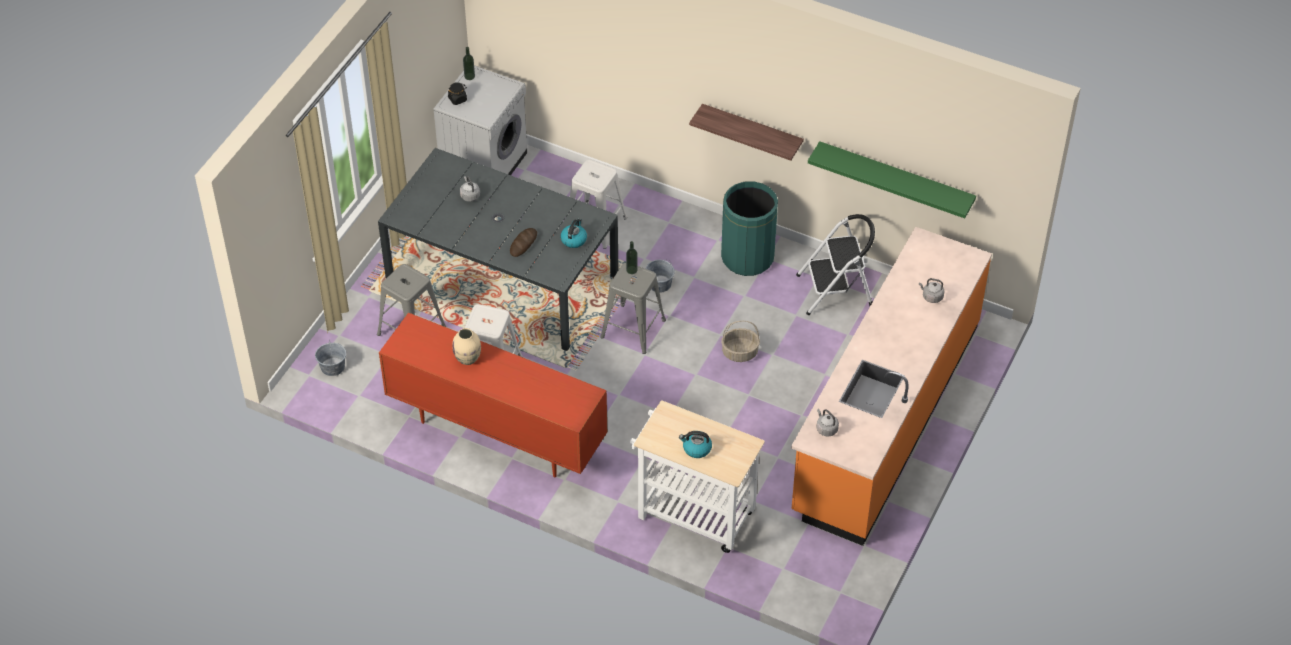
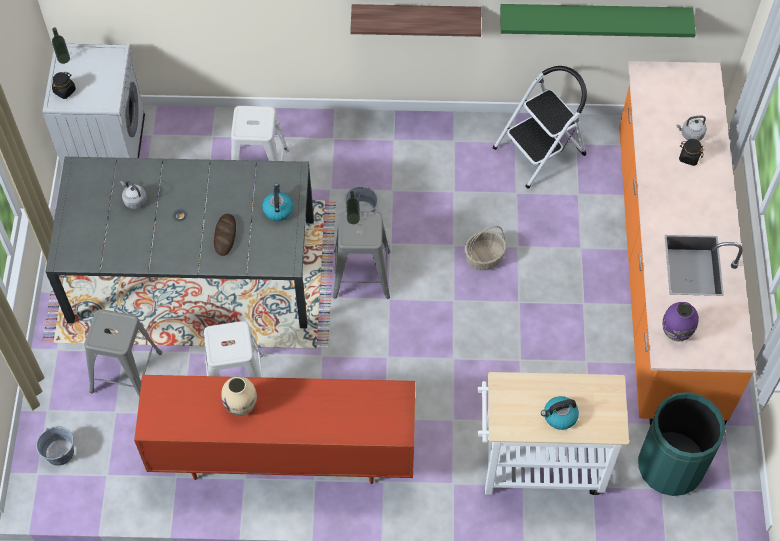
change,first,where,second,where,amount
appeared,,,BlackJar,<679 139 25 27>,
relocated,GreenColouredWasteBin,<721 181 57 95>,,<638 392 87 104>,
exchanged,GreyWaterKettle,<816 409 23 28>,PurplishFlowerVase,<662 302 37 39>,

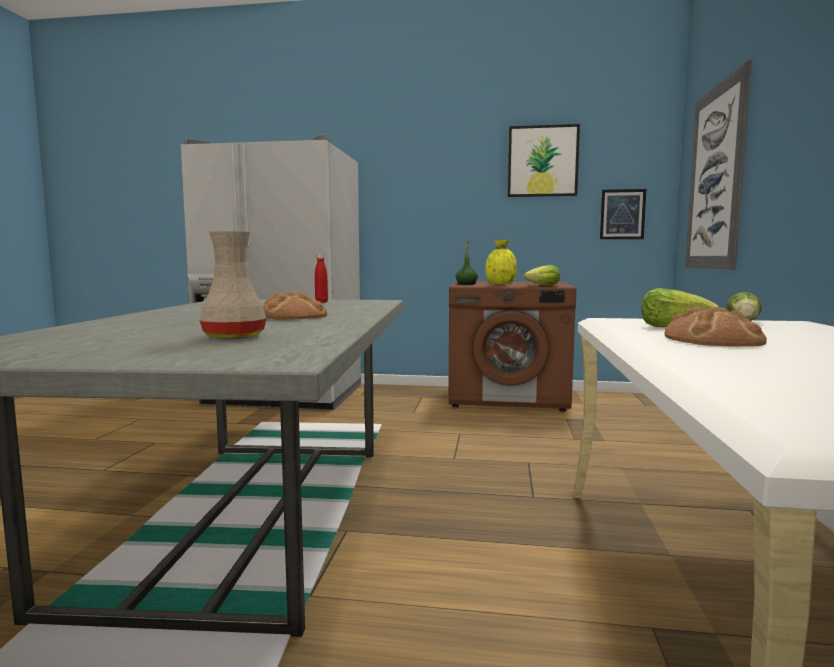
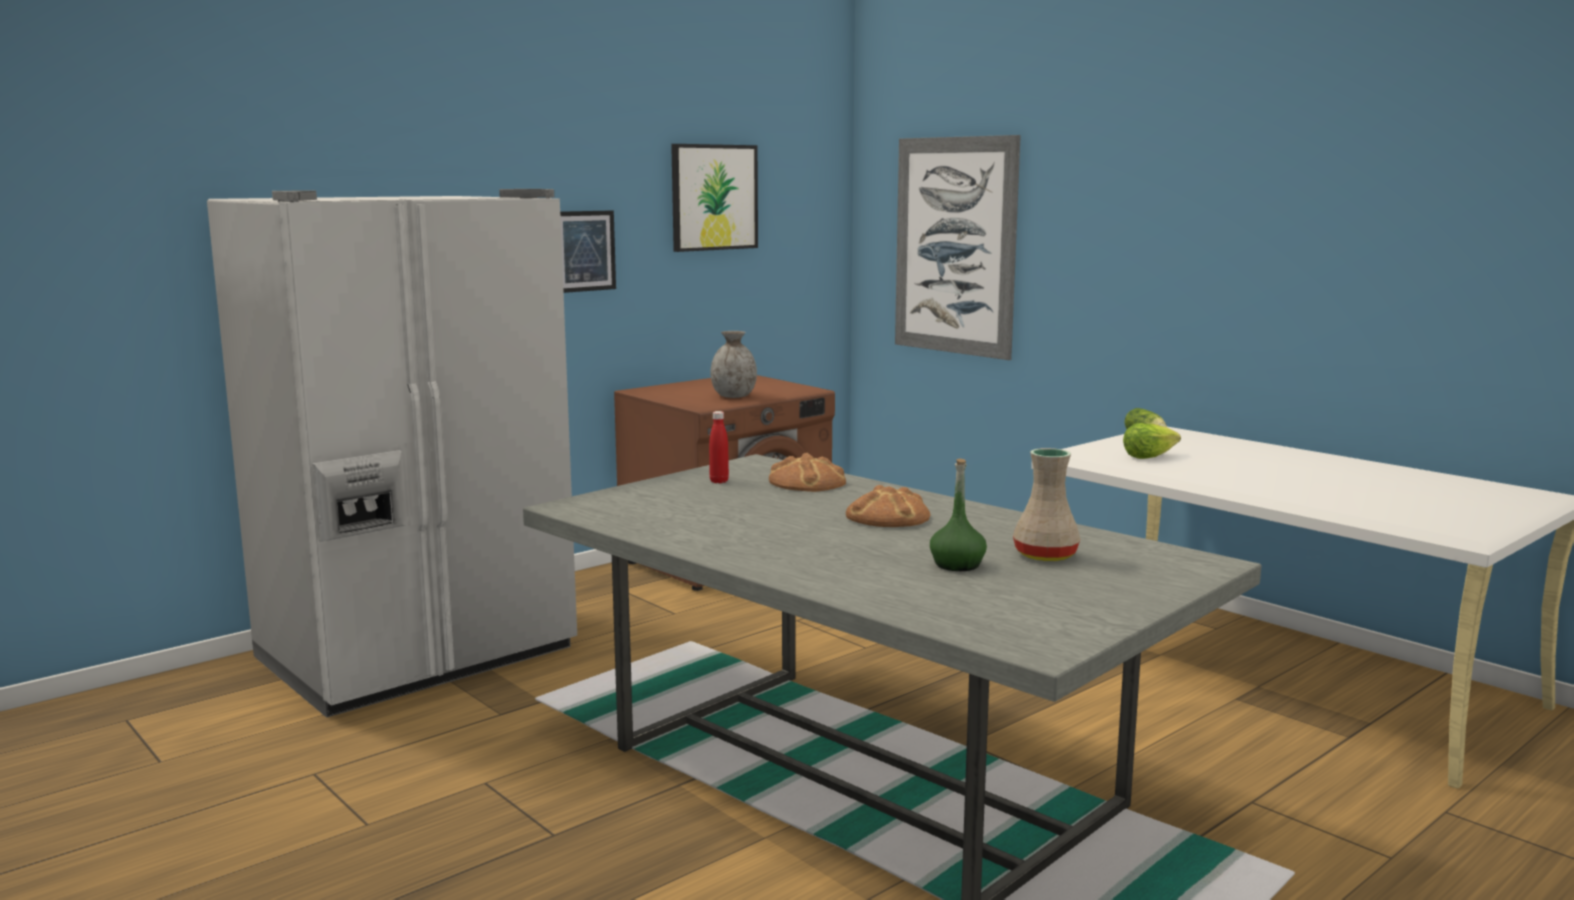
change,first,where,second,where,amount
missing,LettuceHead,<524 265 36 21>,,,
relocated,GreenColouredBottle,<456 241 22 44>,,<930 459 57 112>,
relocated,WallPicture,<600 189 46 50>,,<560 210 56 83>,
relocated,Bread,<664 306 103 41>,,<769 453 77 39>,
colour,YellowColouredFlowerVase,<485 240 32 45>,GreyFlowerVase,<710 331 47 67>,

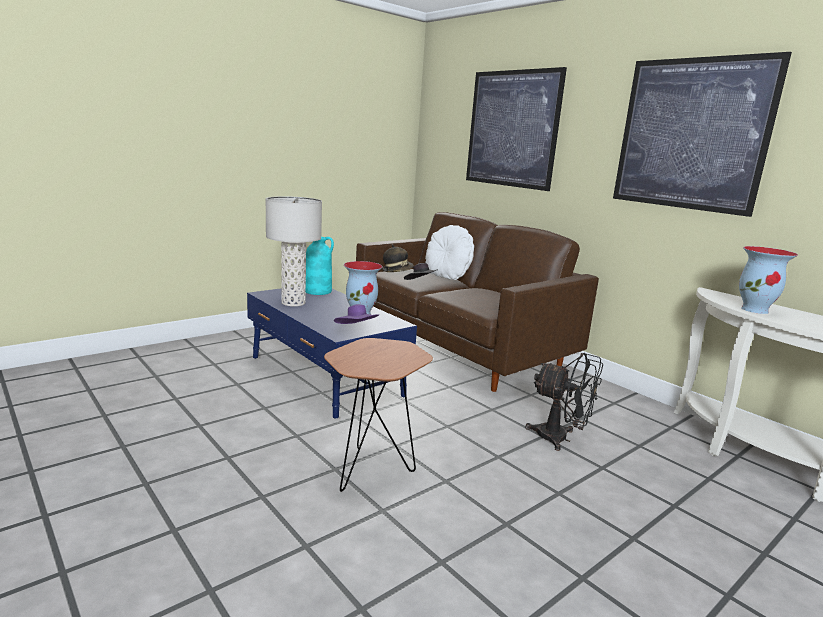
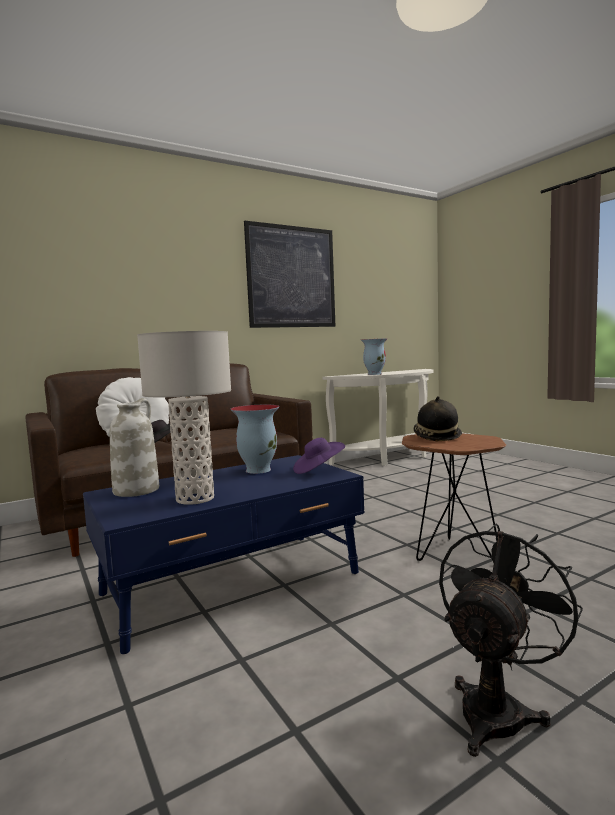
change,first,where,second,where,amount
missing,WallPicture,<466 67 101 124>,,,
relocated,ClothingHat,<383 244 31 28>,,<414 396 48 46>,
relocated,BlackCoolingFan,<525 353 78 98>,,<439 524 144 233>,
colour,TurquoiseColouredFlowerVase,<306 237 28 58>,WhiteColouredFlowerVase,<110 398 49 99>,

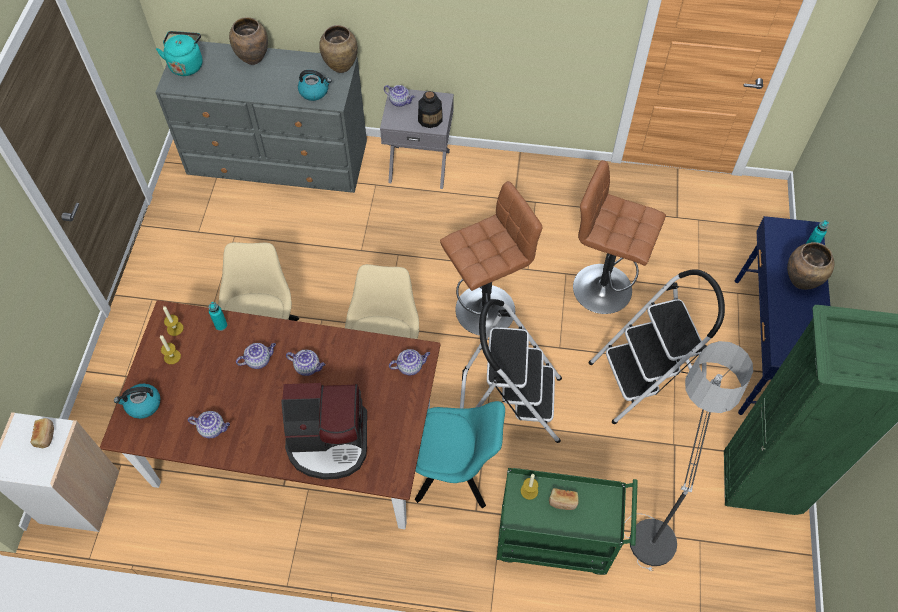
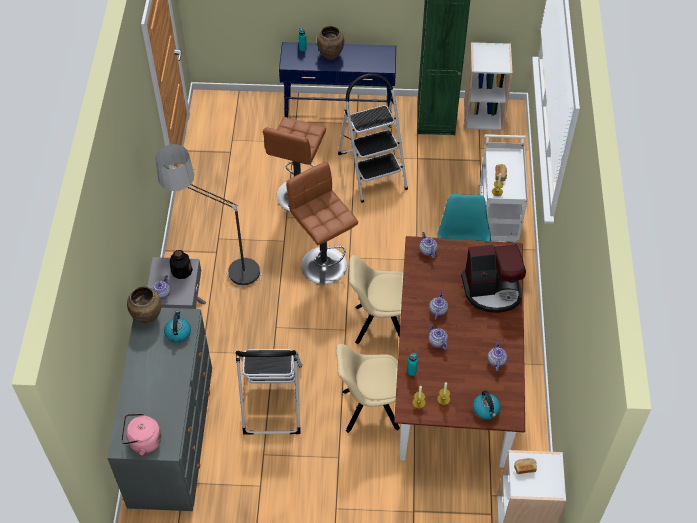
change,first,where,second,where,amount
missing,BrownColouredFlowerVase,<229 17 39 48>,,,
appeared,,,Bookshelf,<464 42 49 88>,
relocated,StepStool,<460 299 102 144>,,<236 349 66 86>,
relocated,StandardLamp,<624 341 129 230>,,<155 144 108 146>,
colour,TurquoiseColouredWaterKettle,<156 31 46 45>,PinkColouredWaterKettle,<121 413 41 42>,
colour,GreenColouredWheeledCart,<496 468 142 107>,WhiteColouredWheeledCart,<479 134 49 109>,
spun,CoffeeBrewer,<281 383 86 97>,,<461 244 65 69>,90 degrees clockwise

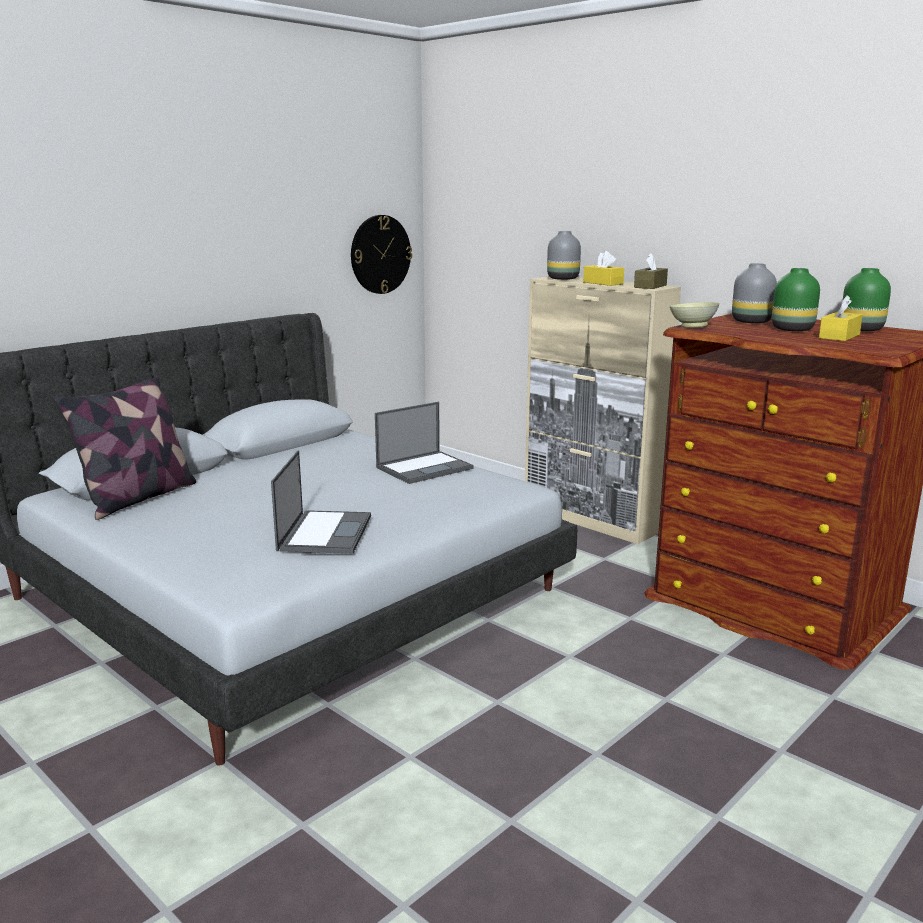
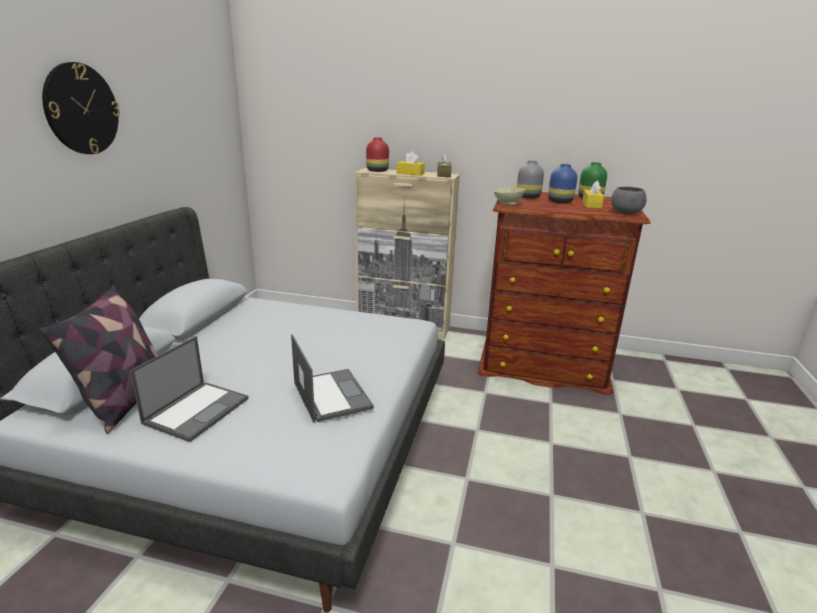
change,first,where,second,where,amount
appeared,,,GreyDeepDish,<611 187 36 27>,
relocated,ClockOnTheWall,<351 215 61 79>,,<42 62 78 92>,
relocated,PortableComputer,<375 402 98 82>,,<130 336 119 106>,
colour,GreyFlowerVase,<547 231 34 49>,RedFlowerVase,<366 137 23 35>,
colour,GreenColouredFlowerVase,<772 268 48 63>,BluishFlowerVase,<548 164 29 39>,

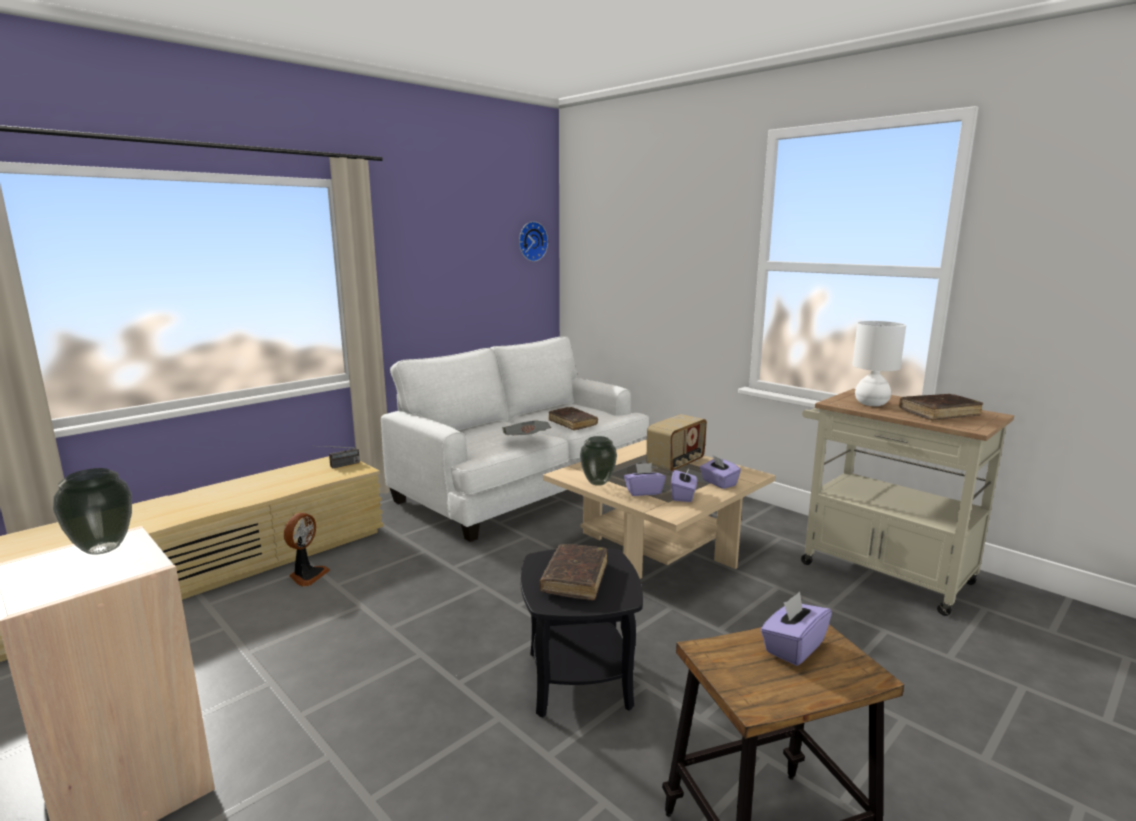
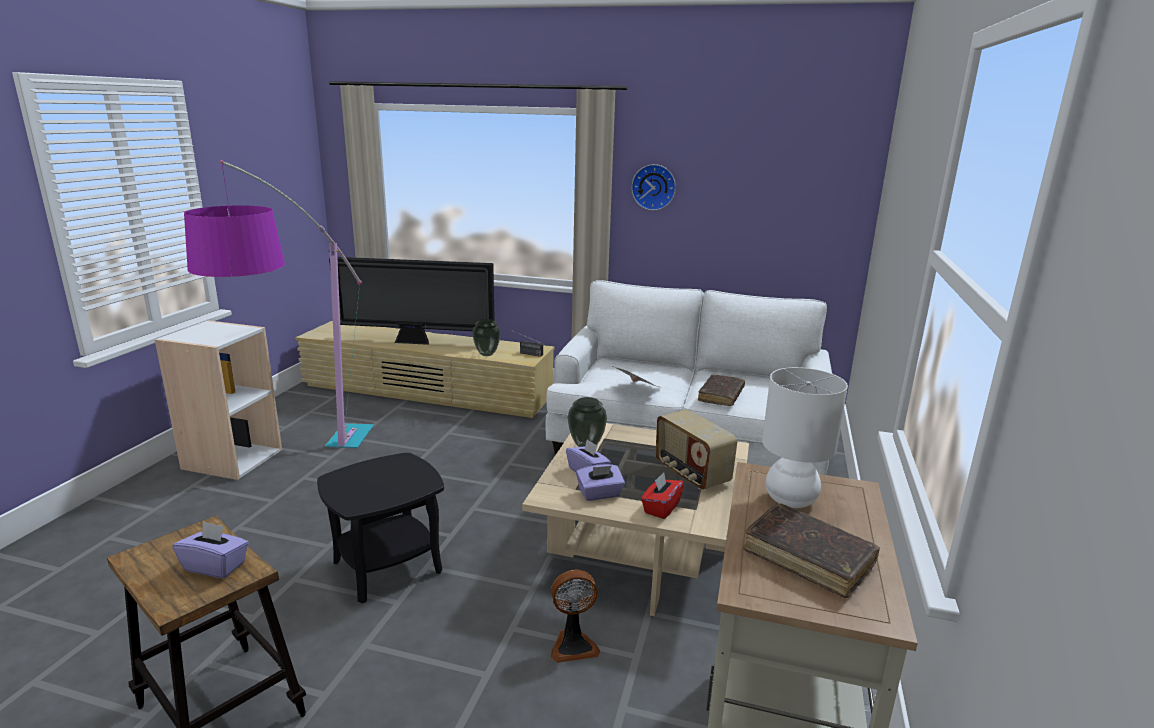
change,first,where,second,where,amount
missing,BrownColouredVolume,<540 544 67 56>,,,
appeared,,,StandardLamp,<184 160 190 288>,
appeared,,,TvSet,<329 257 166 88>,
relocated,FlowerVase,<53 468 79 87>,,<472 319 29 37>,
relocated,CoolingFan,<284 513 46 74>,,<551 570 49 93>,
relocated,ClockOnTheWall,<519 221 29 41>,,<631 164 45 46>,
colour,PurplishTissueBox,<700 455 41 34>,RedTissueBox,<641 472 43 47>,
spun,RadioReceiver,<646 414 61 58>,,<655 409 82 81>,45 degrees clockwise

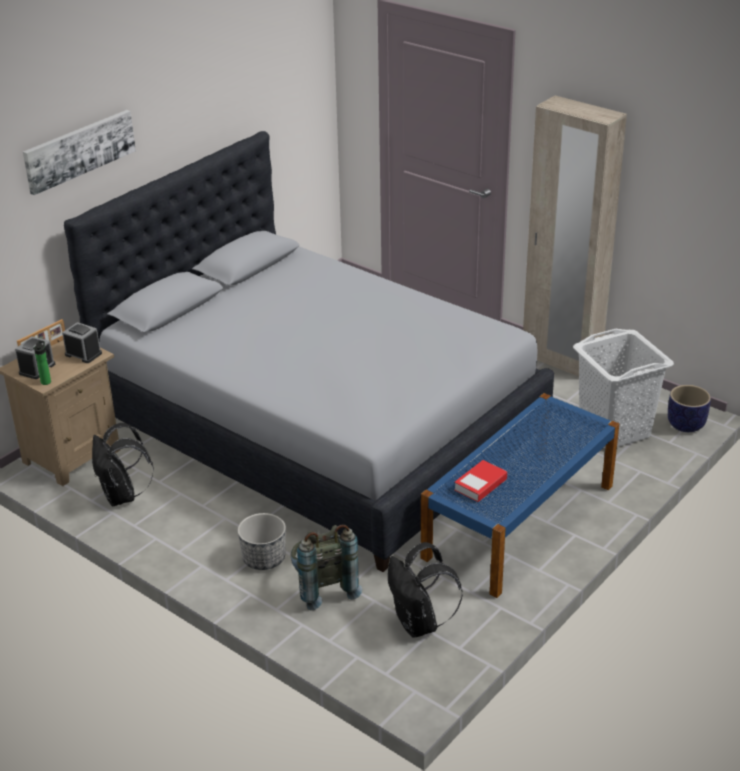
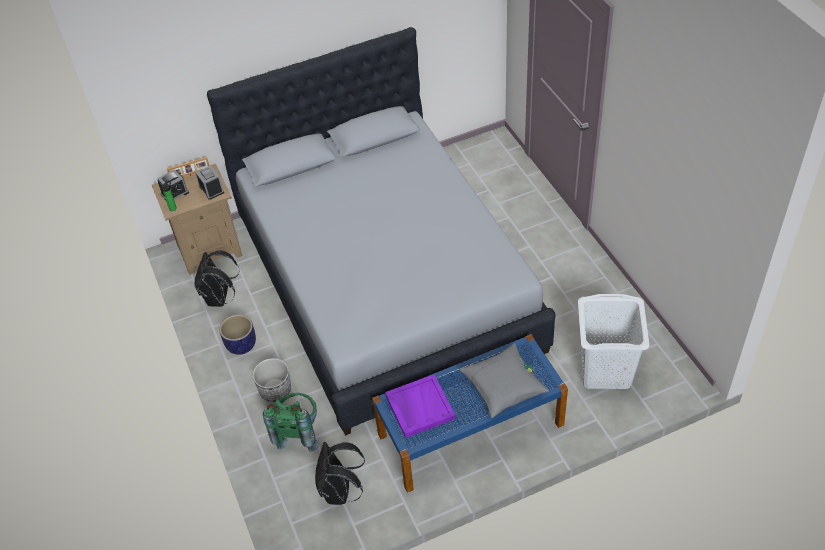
change,first,where,second,where,amount
missing,WallPicture,<23 110 113 85>,,,
missing,SandColouredWardrobe,<523 96 104 281>,,,
appeared,,,GreyPillow,<459 343 90 75>,
relocated,Planter,<668 385 43 47>,,<219 314 37 41>,
exchanged,Volume,<454 460 53 42>,PurplishTray,<385 374 71 64>,
colour,GreyKnapsack,<291 524 71 86>,GreenColouredKnapsack,<263 393 56 59>,

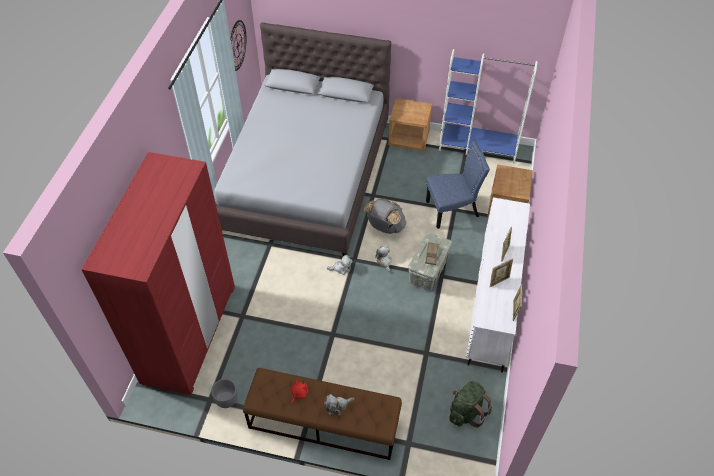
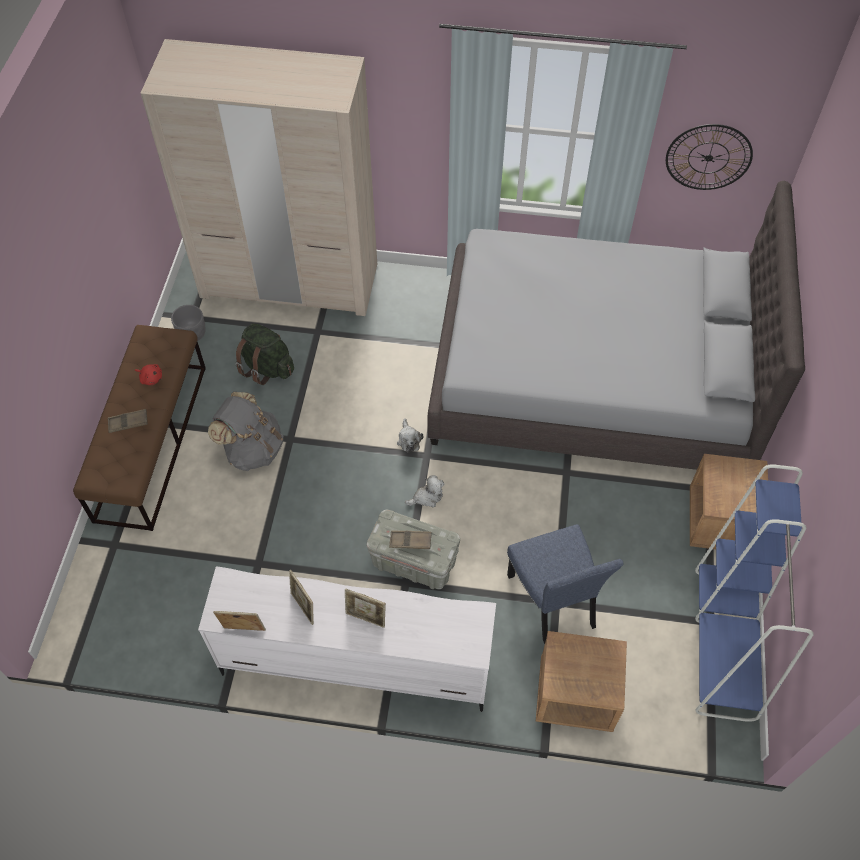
change,first,where,second,where,amount
relocated,GreyKnapsack,<363 198 43 36>,,<208 392 76 79>,
relocated,GreenColouredKnapsack,<449 381 43 46>,,<235 324 59 61>,
exchanged,CuddlyToy,<324 394 30 22>,BrownColouredTray,<108 409 40 24>,
colour,RedWardrobe,<81 152 154 243>,SandColouredWardrobe,<141 39 236 277>,

